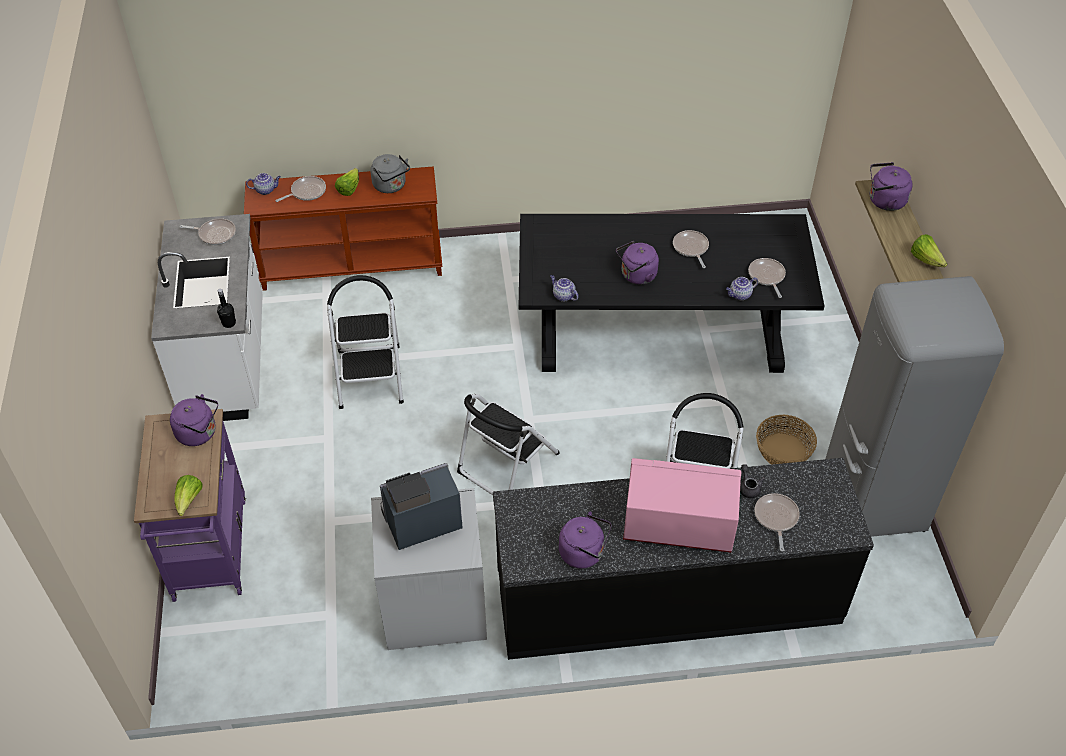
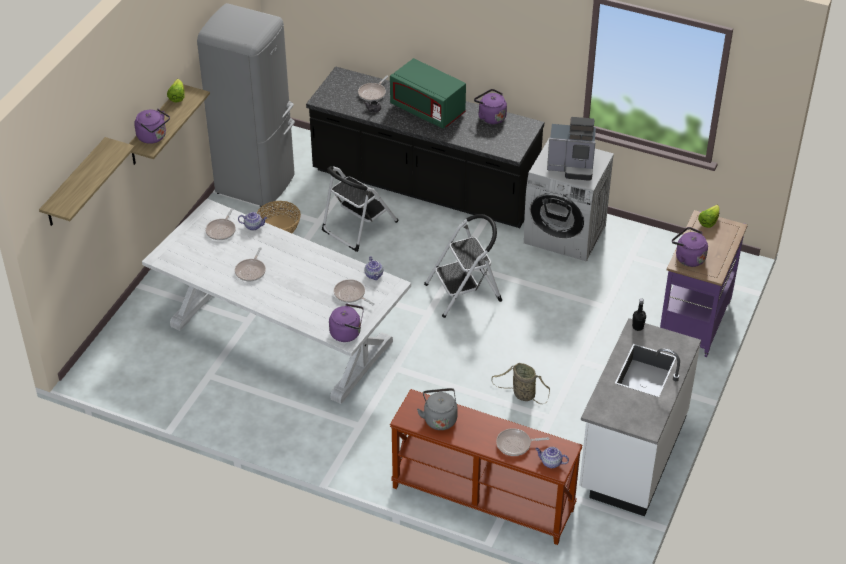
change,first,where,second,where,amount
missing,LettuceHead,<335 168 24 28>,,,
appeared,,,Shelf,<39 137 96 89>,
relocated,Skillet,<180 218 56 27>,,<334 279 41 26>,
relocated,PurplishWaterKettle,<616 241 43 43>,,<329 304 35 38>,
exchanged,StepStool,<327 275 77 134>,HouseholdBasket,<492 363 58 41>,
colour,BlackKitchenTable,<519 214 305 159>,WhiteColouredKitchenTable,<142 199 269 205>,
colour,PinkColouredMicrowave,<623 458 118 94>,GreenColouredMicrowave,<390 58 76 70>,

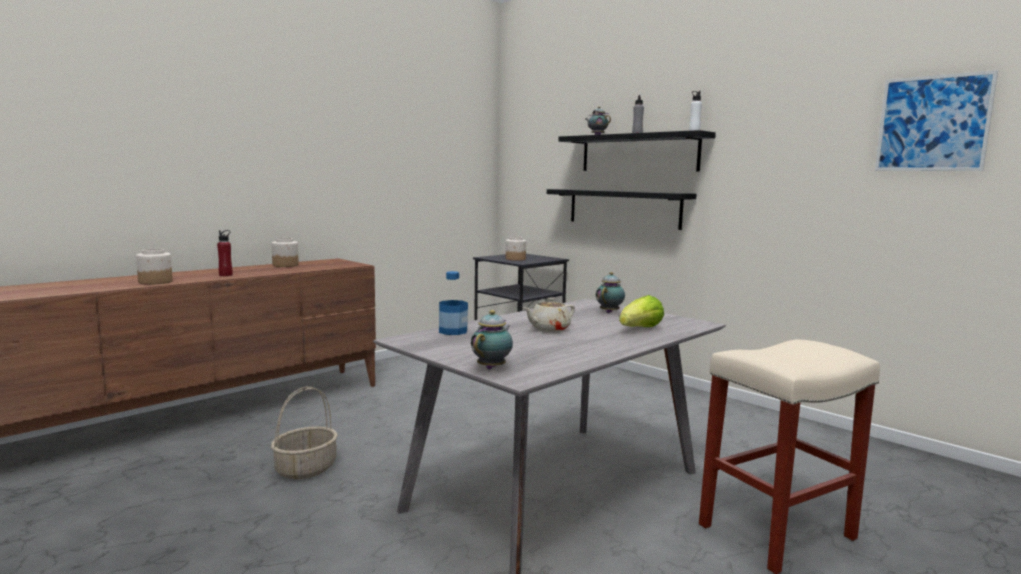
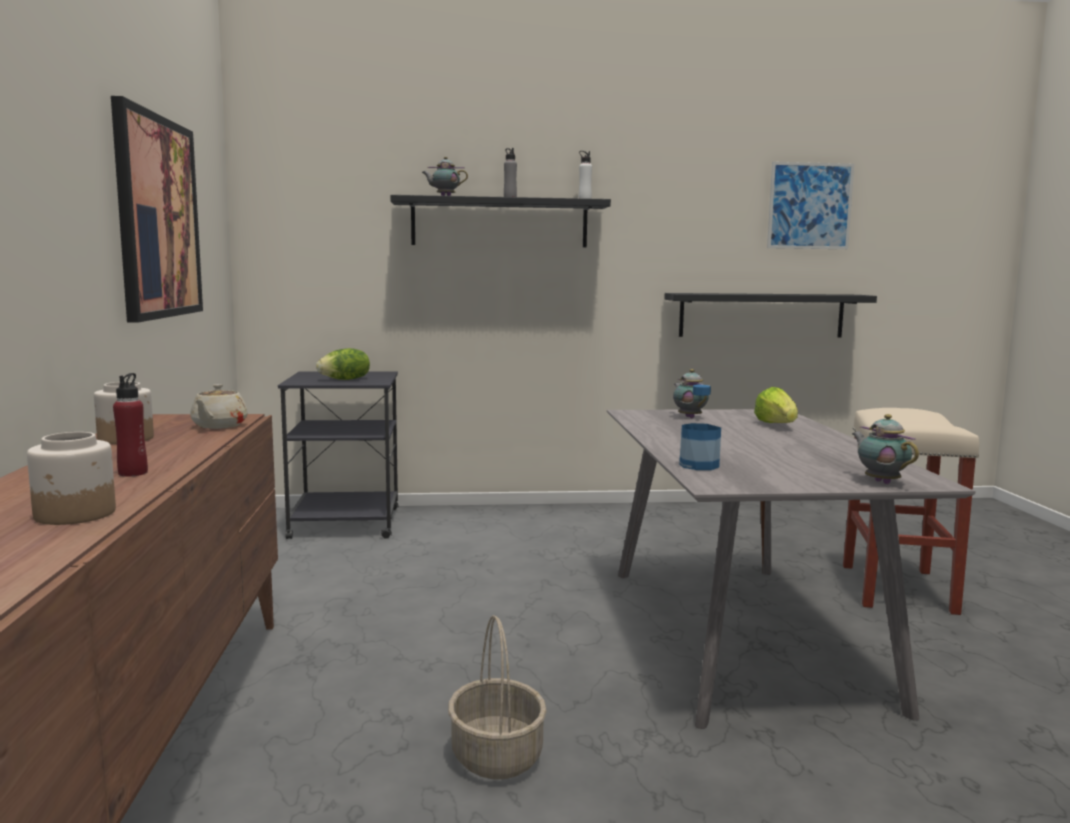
change,first,where,second,where,amount
appeared,,,WallPicture,<111 96 92 227>,
relocated,SandColouredPotForTea,<523 298 52 34>,,<190 384 58 45>,
relocated,BlackShelf,<547 189 150 41>,,<664 293 213 45>,
exchanged,Jar,<506 237 20 24>,LettuceHead,<316 348 54 32>,

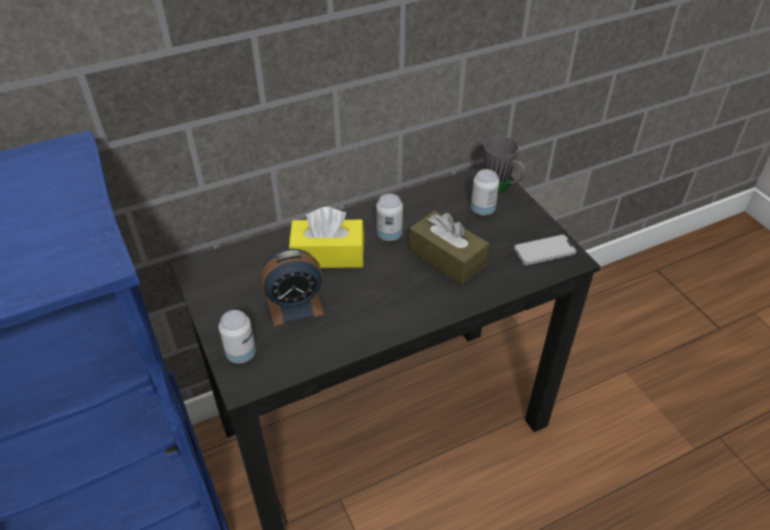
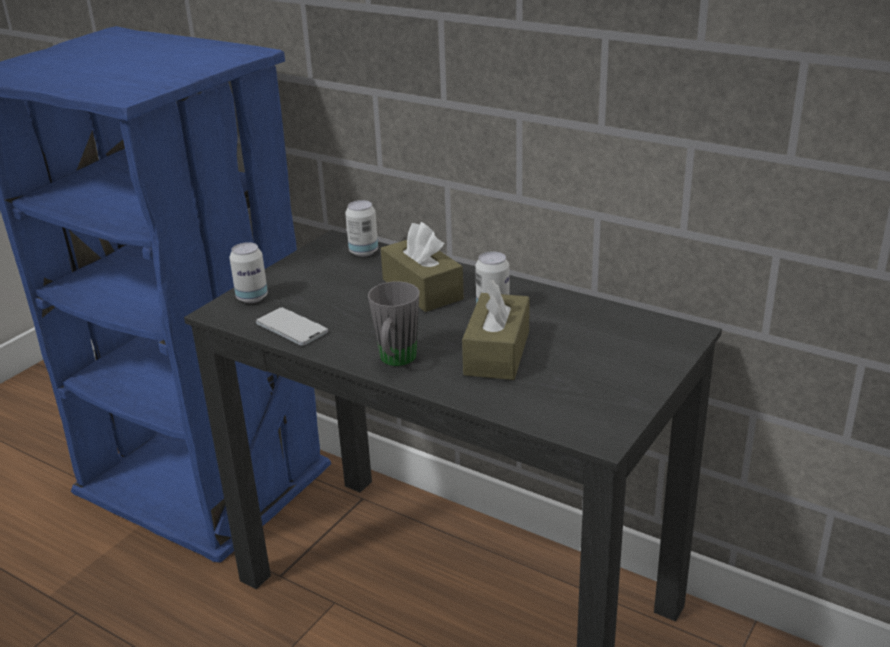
change,first,where,second,where,amount
missing,AlarmClock,<260 249 64 77>,,,
relocated,Can,<471 169 28 46>,,<345 200 33 57>,
relocated,GreyMug,<483 136 43 57>,,<368 281 51 85>,
relocated,Telephone,<514 234 62 31>,,<256 307 72 39>,
colour,YellowColouredTissueBox,<289 207 75 61>,BrownColouredTissueBox,<381 222 83 90>,

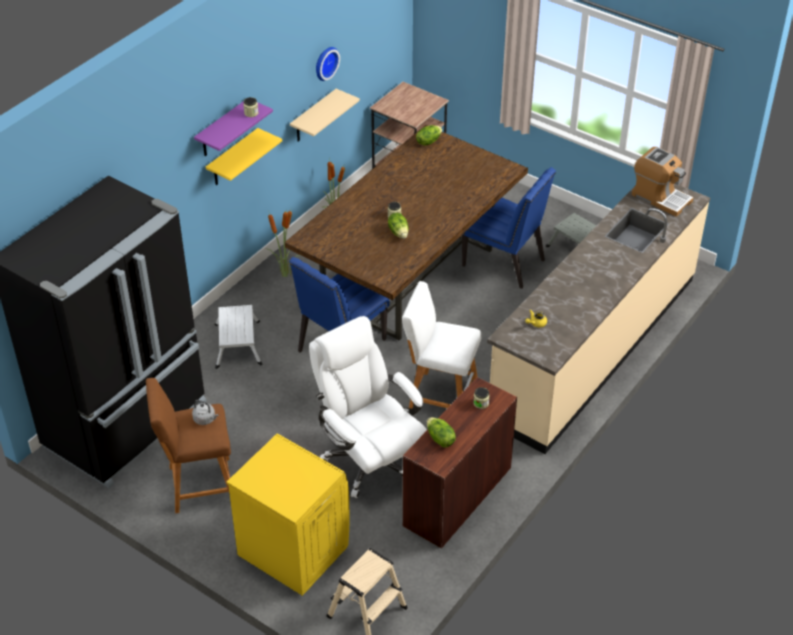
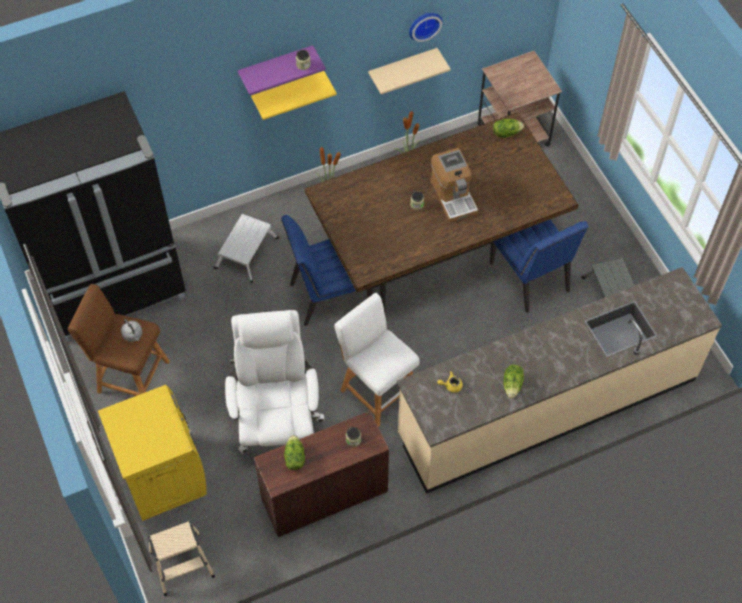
change,first,where,second,where,amount
relocated,LettuceHead,<388 213 21 26>,,<503 365 21 34>,
relocated,CoffeeBrewer,<632 147 62 70>,,<430 148 48 74>,

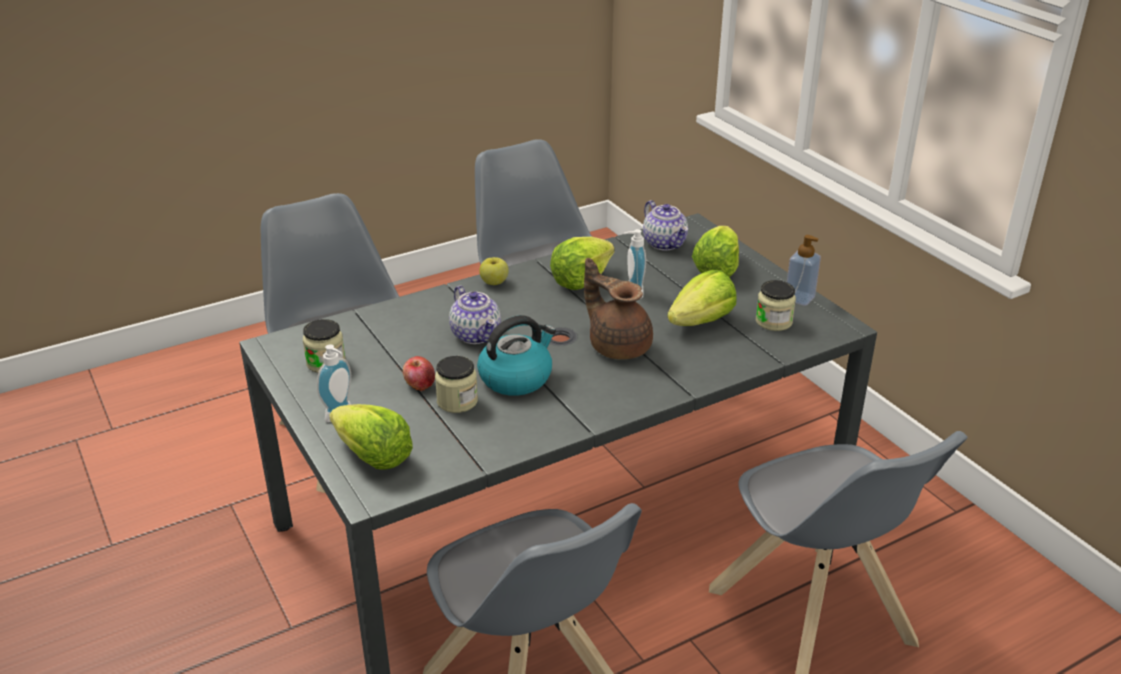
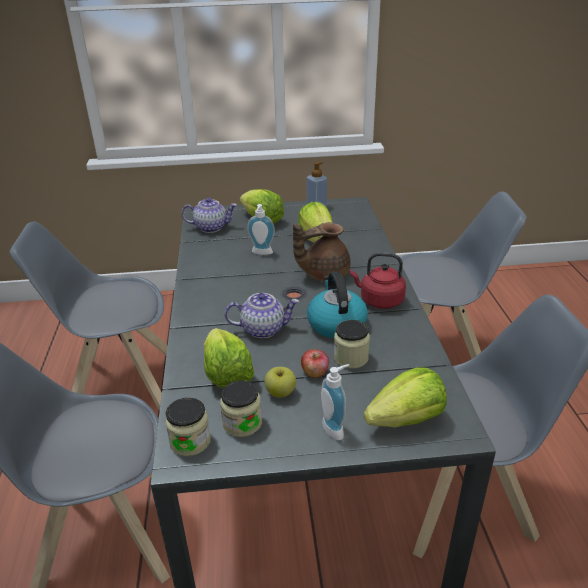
change,first,where,second,where,amount
appeared,,,RedWaterKettle,<350 252 56 57>,
relocated,AppleFruit,<479 257 30 28>,,<264 367 32 31>,
relocated,LettuceHead,<550 237 64 53>,,<204 328 51 60>,
relocated,Jar,<756 280 40 51>,,<165 398 46 58>,

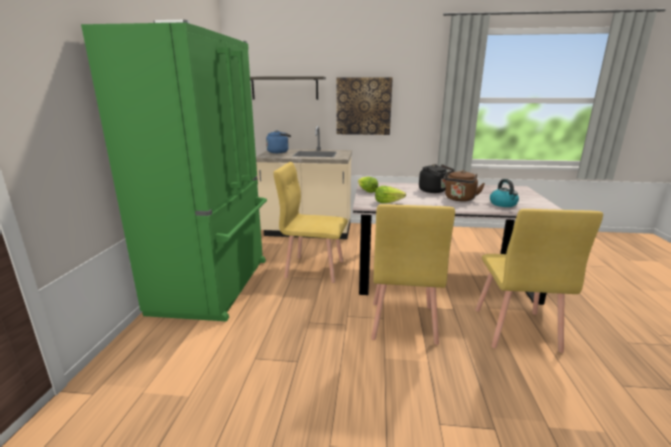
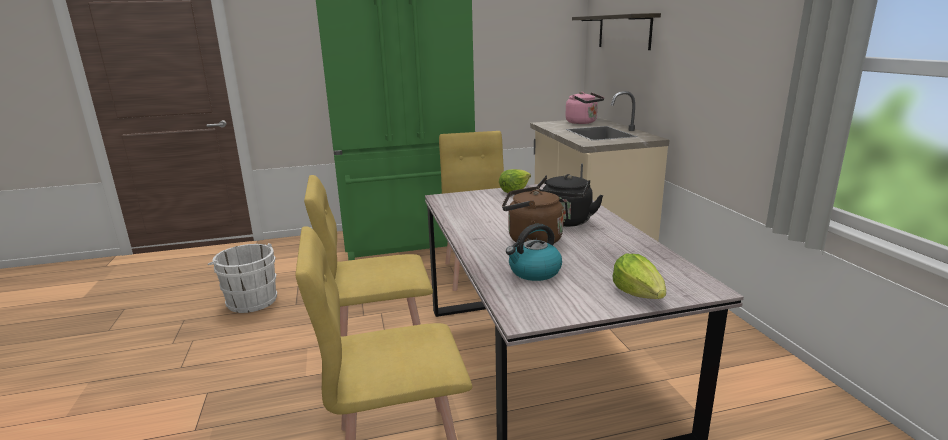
change,first,where,second,where,amount
missing,WallPicture,<336 77 57 58>,,,
appeared,,,WhiteColouredPail,<207 243 71 70>,
relocated,LettuceHead,<375 186 31 17>,,<613 254 53 45>,
colour,BluishWaterKettle,<266 130 25 23>,PinkColouredWaterKettle,<565 92 39 32>,

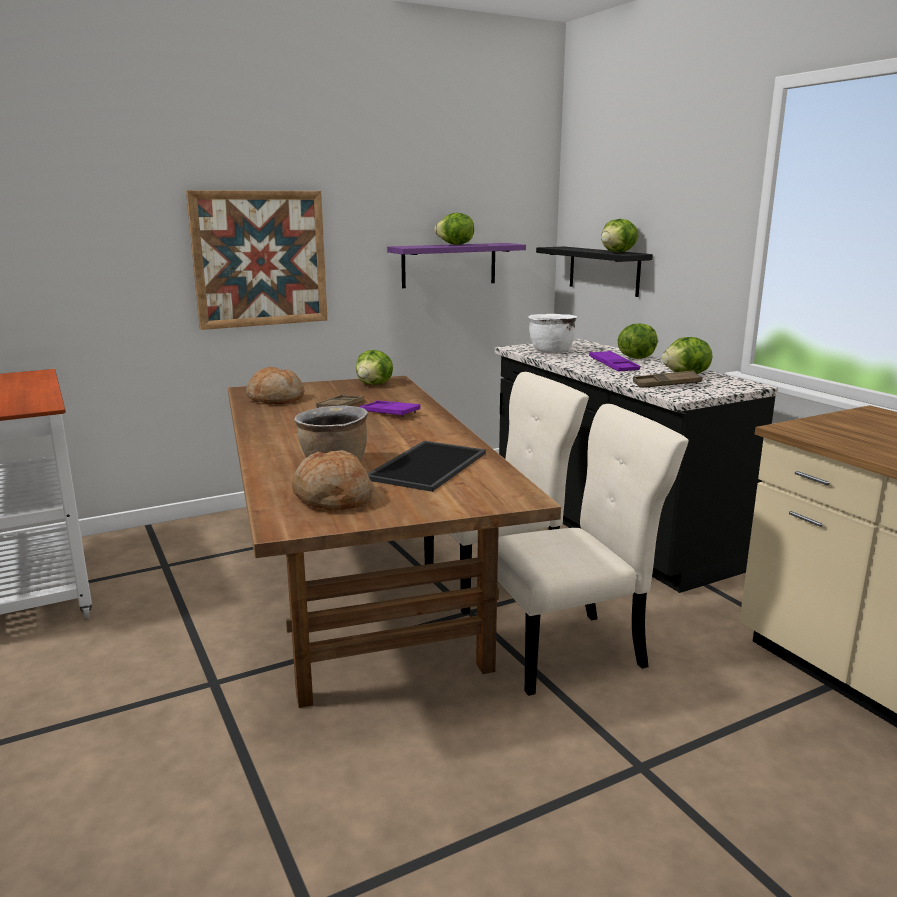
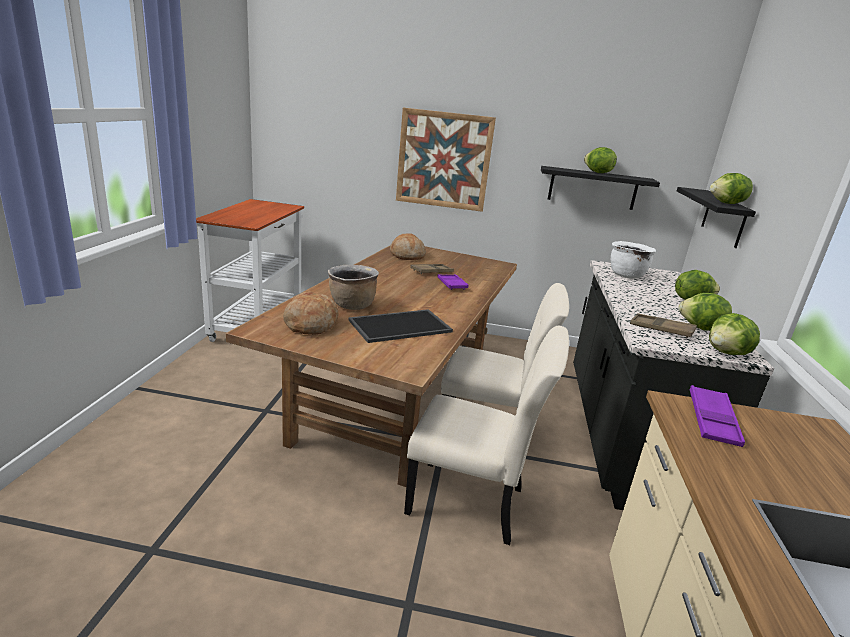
change,first,where,second,where,amount
relocated,LettuceHead,<356 350 37 35>,,<709 313 51 42>,
relocated,PurplishTray,<589 351 51 20>,,<690 385 55 62>,
colour,PurplishShelf,<387 243 139 45>,BlackShelf,<541 166 119 44>,

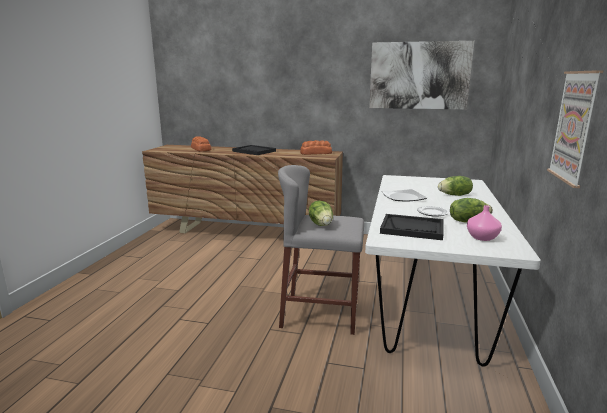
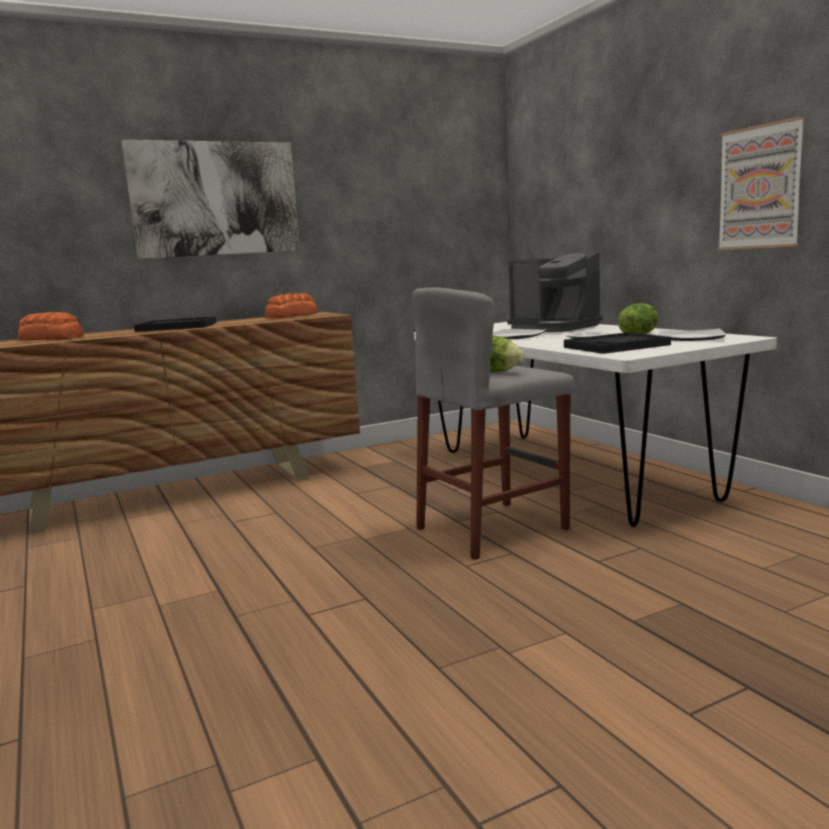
change,first,where,second,where,amount
relocated,WallPicture,<369 41 105 69>,,<122 140 178 119>,
exchanged,LettuceHead,<438 176 35 20>,CoffeeBrewer,<508 252 94 80>,
exchanged,PinkColouredFlowerVase,<467 205 35 36>,DinnerPlate,<658 329 68 12>,

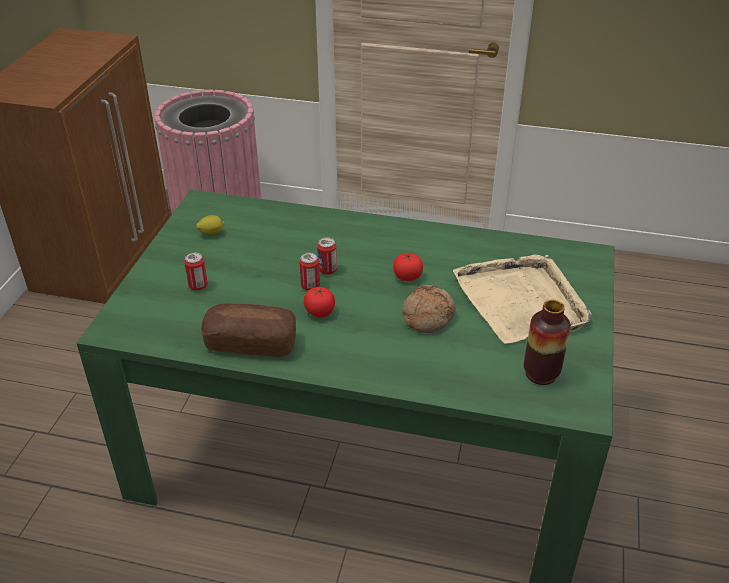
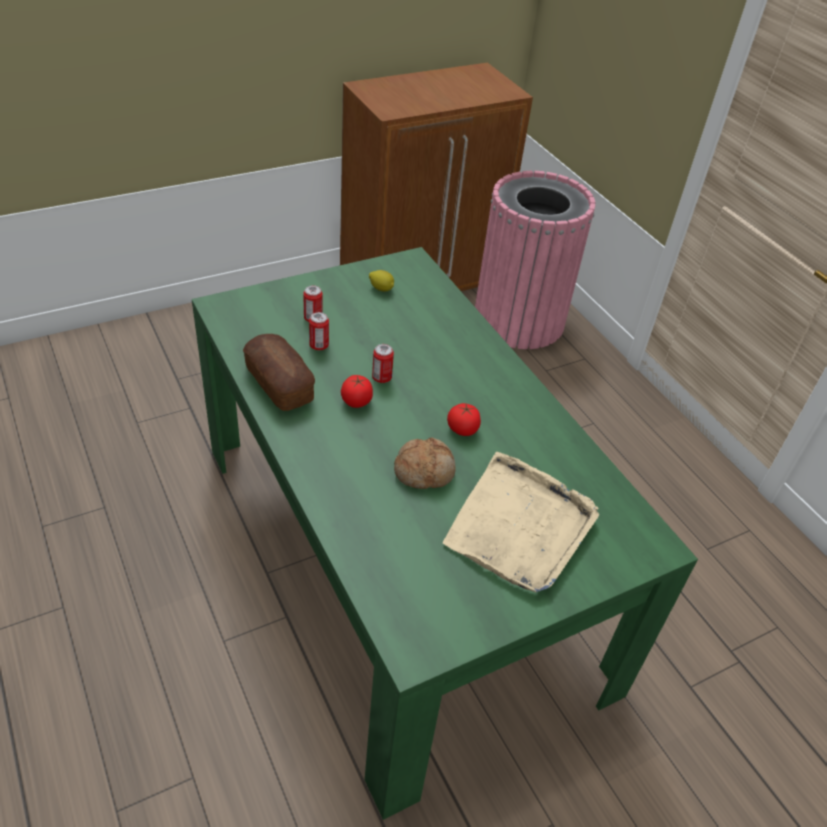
change,first,where,second,where,amount
missing,FlowerVase,<524 300 47 85>,,,
relocated,Can,<317 237 20 38>,,<309 312 20 38>,

